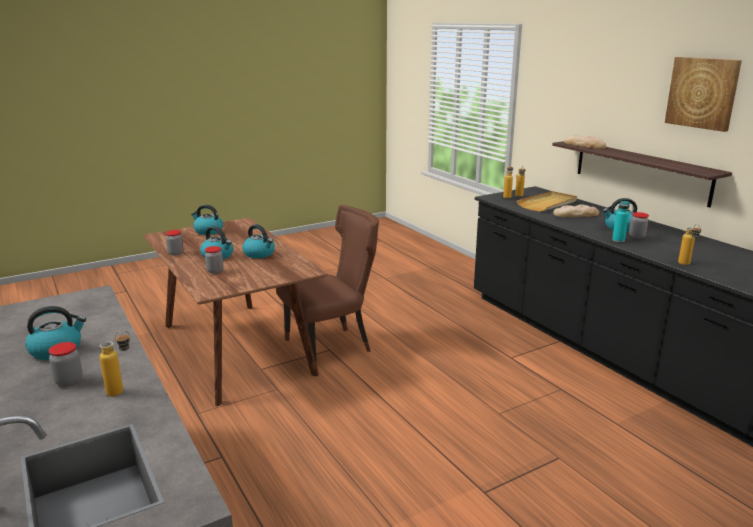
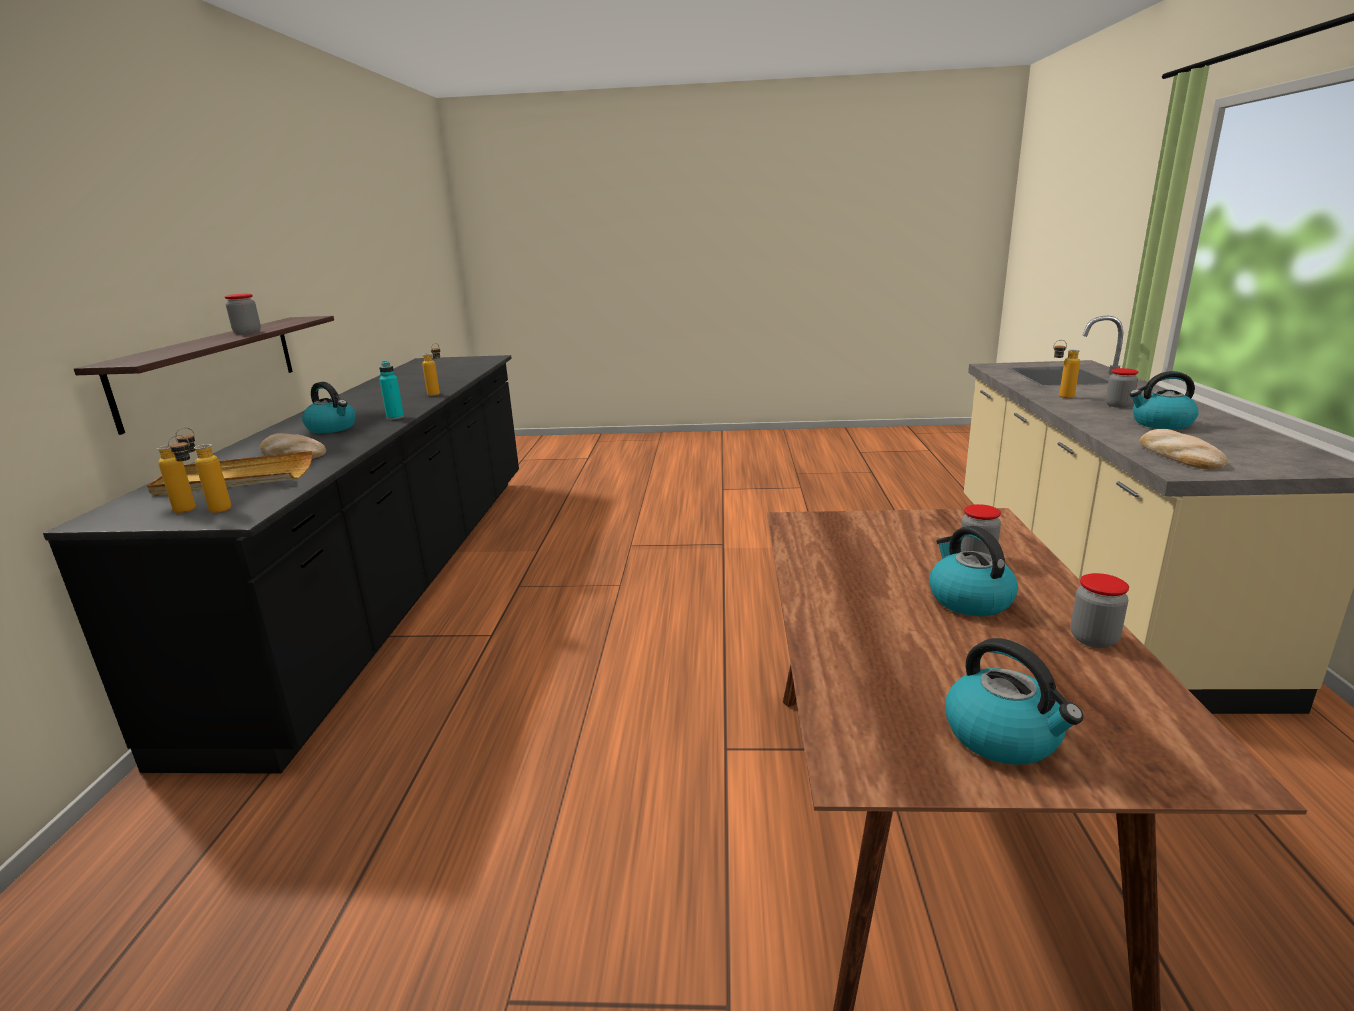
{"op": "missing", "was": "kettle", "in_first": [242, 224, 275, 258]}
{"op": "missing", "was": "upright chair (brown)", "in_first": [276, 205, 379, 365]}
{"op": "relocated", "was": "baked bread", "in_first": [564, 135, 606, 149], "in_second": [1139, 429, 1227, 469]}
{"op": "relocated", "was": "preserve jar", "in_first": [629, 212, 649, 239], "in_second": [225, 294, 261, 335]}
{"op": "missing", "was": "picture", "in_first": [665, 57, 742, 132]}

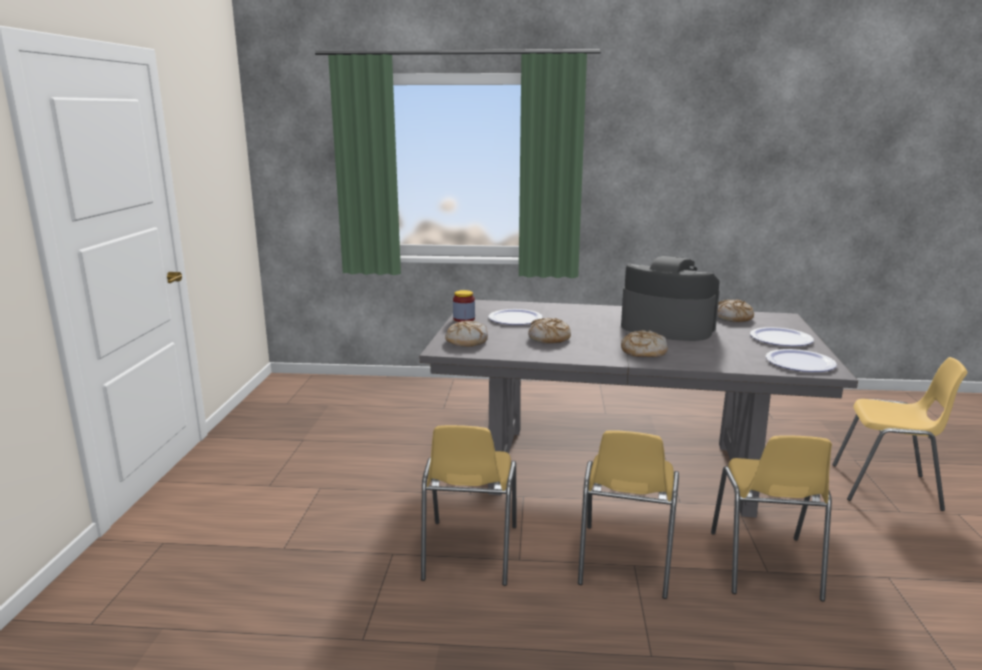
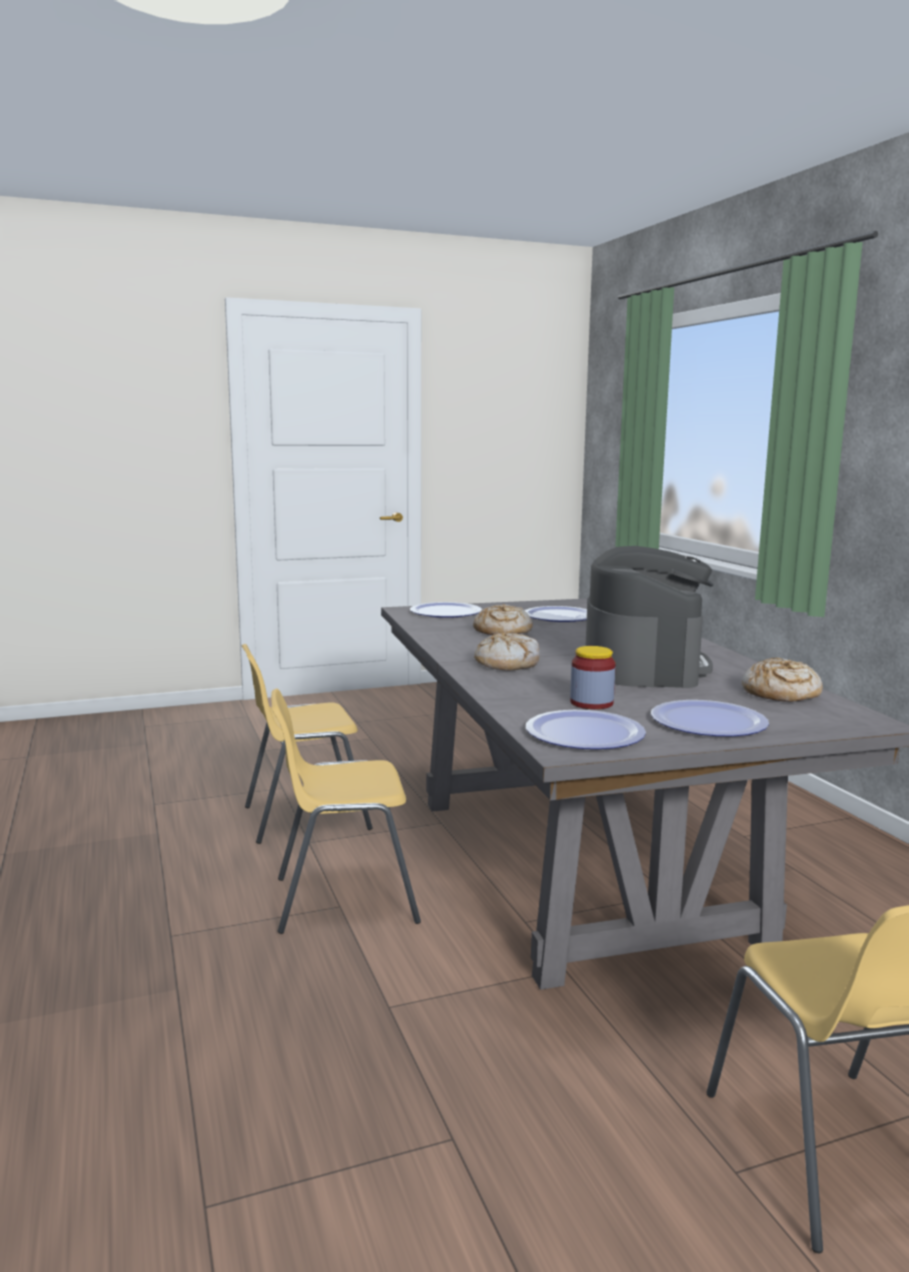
{"op": "exchanged", "was": "baked bread", "now": "flat dish", "in_first": [445, 321, 488, 347], "in_second": [410, 602, 482, 618]}
{"op": "relocated", "was": "preserve jar", "in_first": [453, 290, 475, 322], "in_second": [570, 646, 616, 709]}
{"op": "missing", "was": "upright chair (yellow-coloured)", "in_first": [711, 435, 832, 602]}

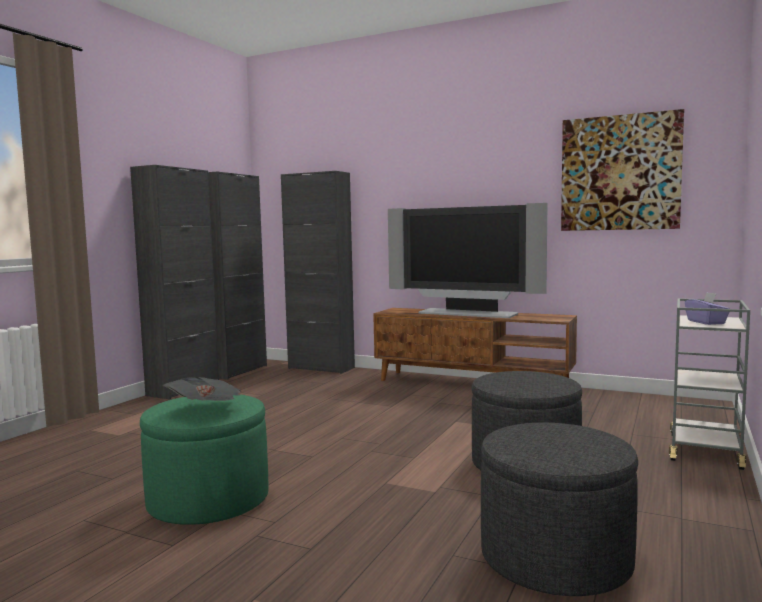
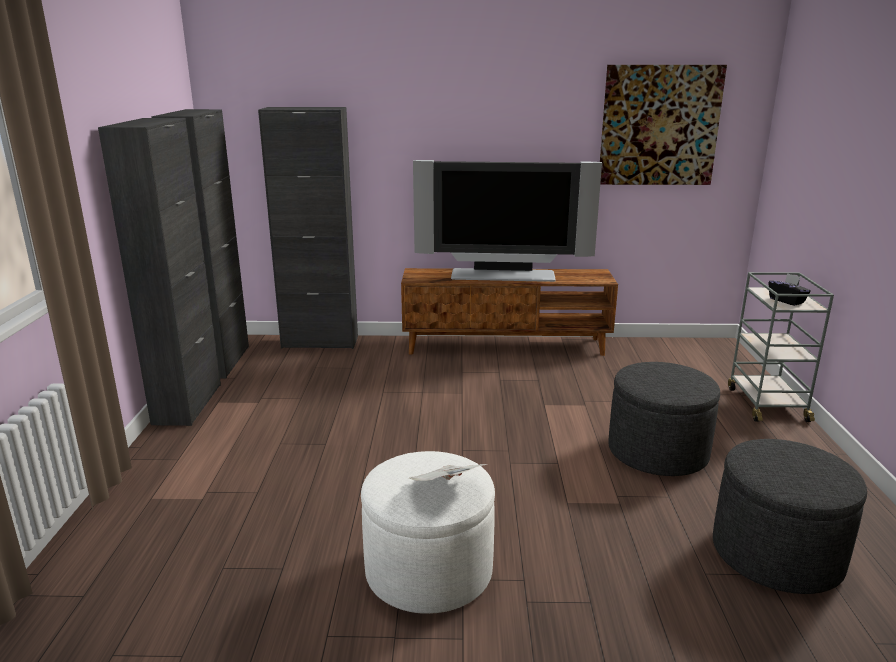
{"op": "colour", "was": "ottoman (green)", "now": "ottoman (whitish)", "in_first": [140, 394, 268, 525], "in_second": [361, 451, 495, 614]}
{"op": "colour", "was": "box of tissues (purple-coloured)", "now": "box of tissues (blackish)", "in_first": [685, 292, 729, 325], "in_second": [769, 273, 811, 306]}

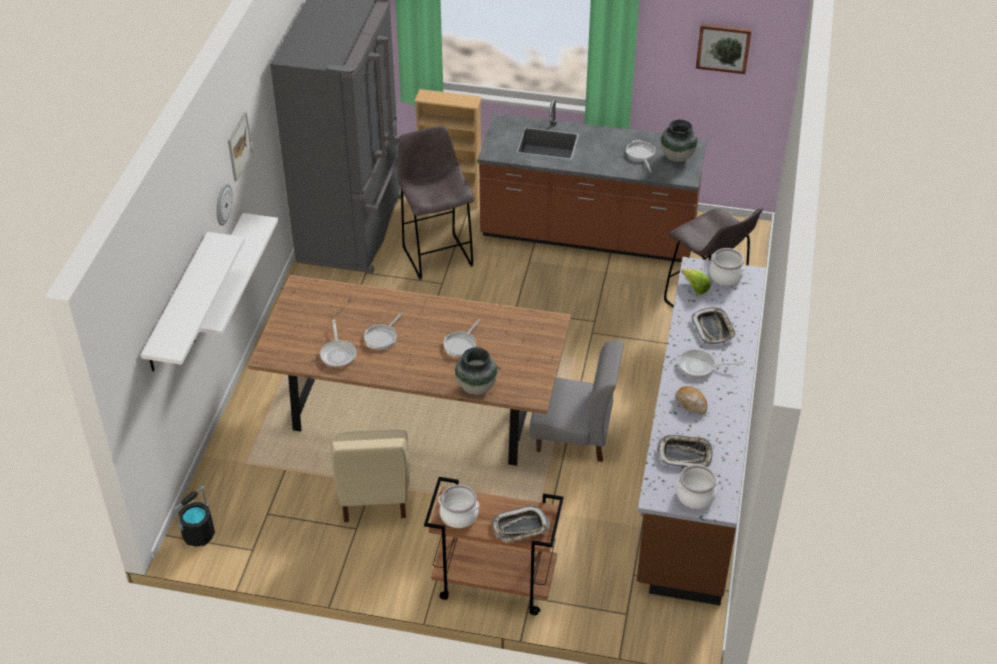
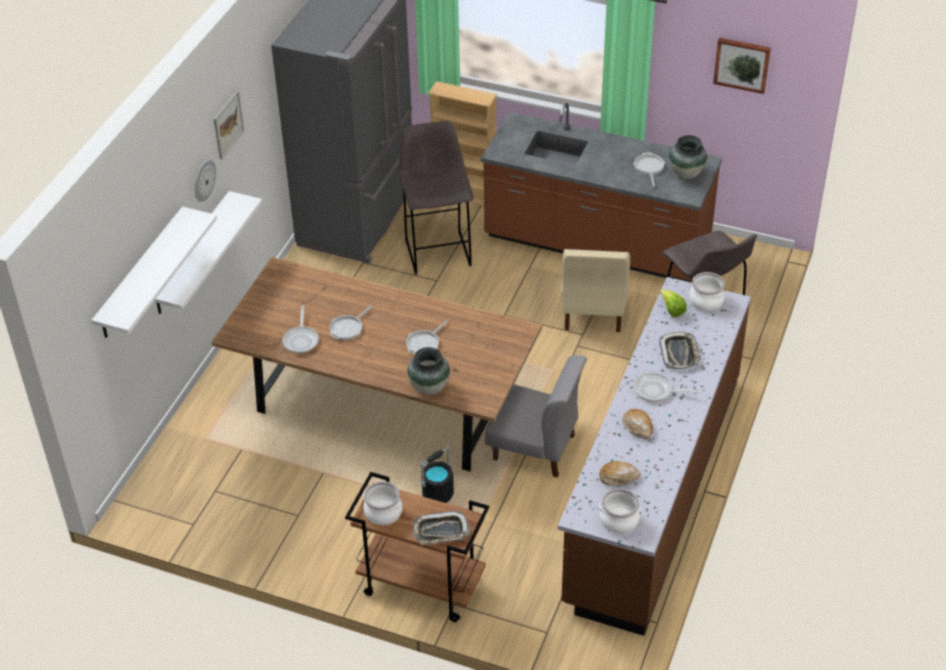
{"op": "relocated", "was": "water bucket (blackish)", "in_first": [174, 486, 215, 546], "in_second": [420, 446, 454, 503]}
{"op": "relocated", "was": "upright chair (beige-coloured)", "in_first": [331, 430, 410, 522], "in_second": [561, 249, 630, 332]}
{"op": "exchanged", "was": "serving tray", "now": "baked bread", "in_first": [657, 435, 713, 467], "in_second": [599, 461, 641, 486]}

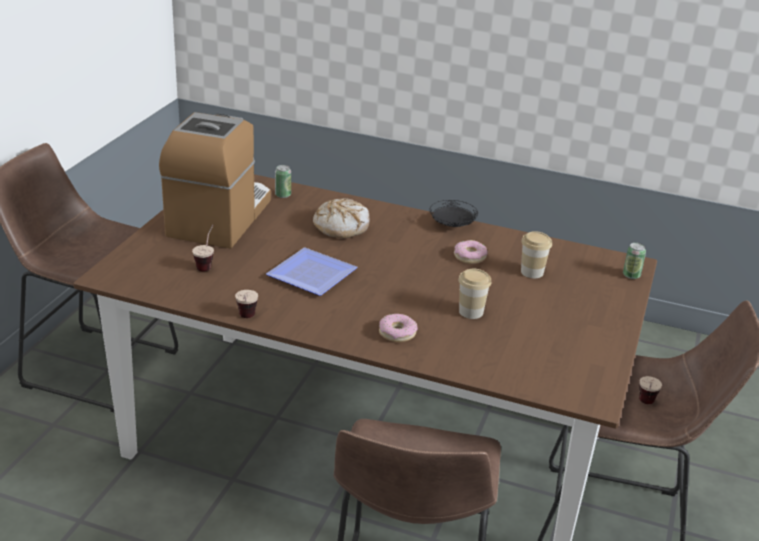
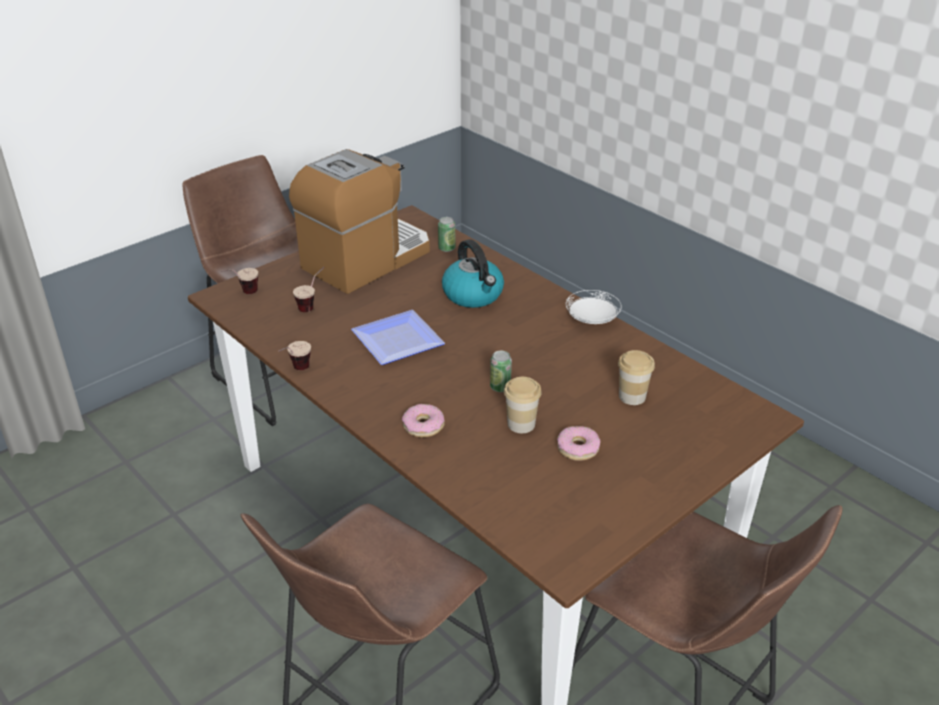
{"op": "exchanged", "was": "baked bread", "now": "kettle", "in_first": [313, 198, 369, 239], "in_second": [442, 239, 504, 308]}
{"op": "colour", "was": "flat dish (blackish)", "now": "flat dish (whitish)", "in_first": [430, 200, 478, 227], "in_second": [566, 290, 622, 324]}
{"op": "relocated", "was": "donut", "in_first": [454, 240, 487, 264], "in_second": [557, 426, 600, 461]}
{"op": "relocated", "was": "can", "in_first": [623, 243, 646, 279], "in_second": [490, 351, 512, 392]}
{"op": "relocated", "was": "small cup", "in_first": [639, 376, 662, 404], "in_second": [221, 268, 258, 294]}

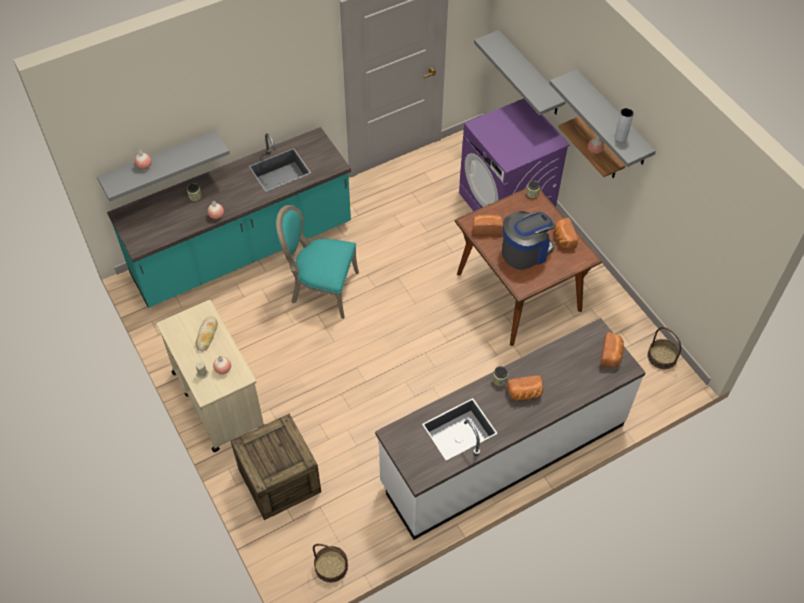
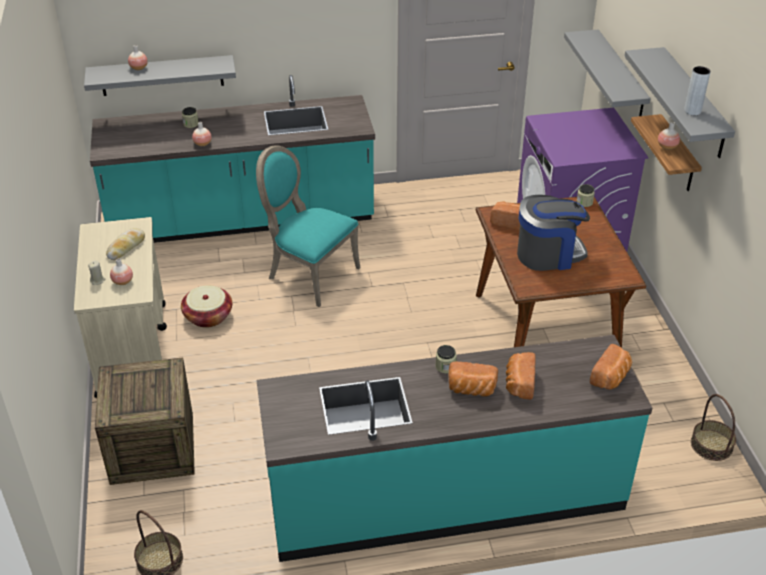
{"op": "colour", "was": "counter (whitish)", "now": "counter (blue-green)", "in_first": [375, 318, 646, 540], "in_second": [257, 335, 652, 562]}
{"op": "relocated", "was": "baked bread", "in_first": [554, 218, 578, 249], "in_second": [506, 352, 536, 400]}
{"op": "appeared", "now": "storage basket", "in_second": [181, 285, 232, 328]}

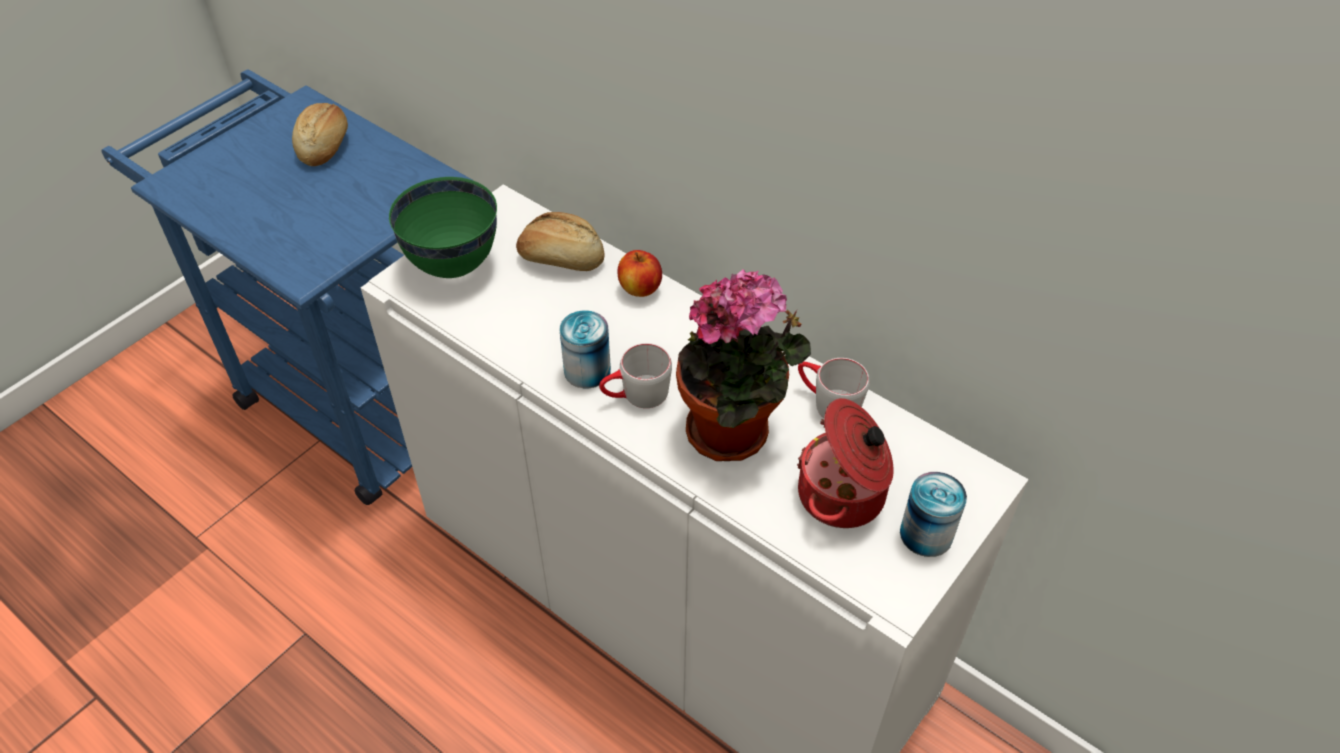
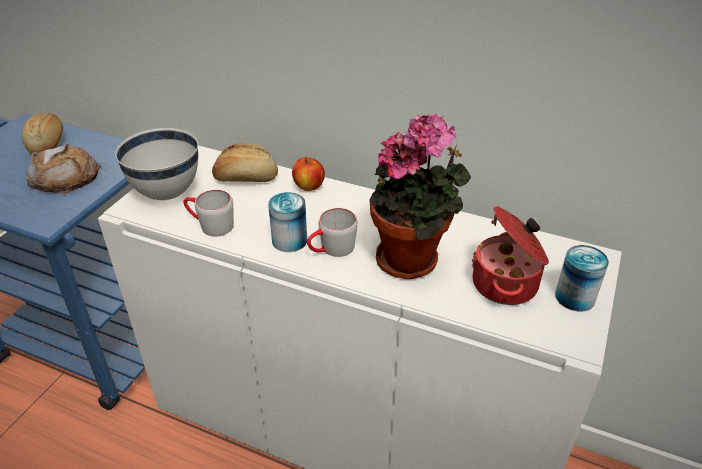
{"op": "colour", "was": "deep dish (green)", "now": "deep dish (whitish)", "in_first": [389, 177, 497, 278], "in_second": [115, 128, 198, 200]}
{"op": "relocated", "was": "mug (gray)", "in_first": [798, 358, 869, 419], "in_second": [183, 190, 234, 236]}
{"op": "appeared", "now": "baked bread", "in_second": [26, 144, 101, 194]}

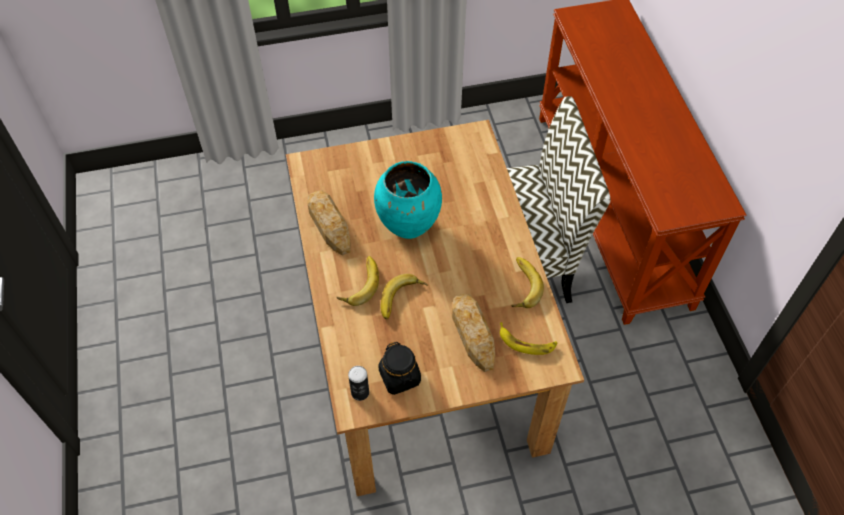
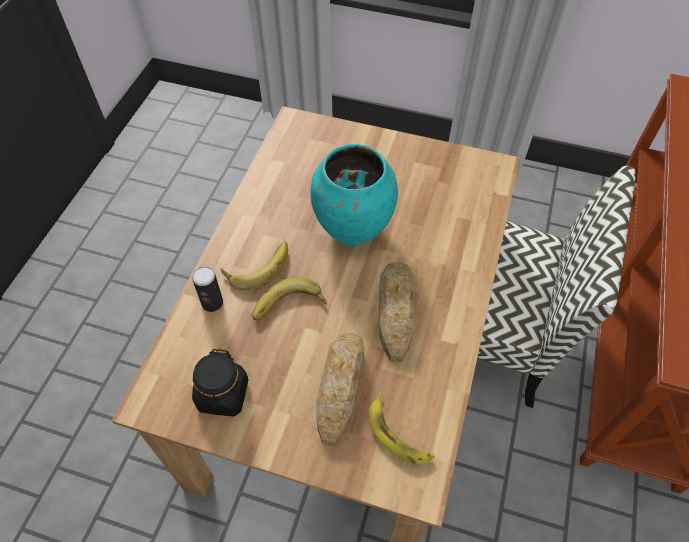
{"op": "relocated", "was": "baked bread", "in_first": [307, 190, 351, 255], "in_second": [379, 262, 415, 362]}
{"op": "relocated", "was": "can", "in_first": [348, 366, 369, 401], "in_second": [192, 267, 223, 312]}
{"op": "missing", "was": "whole banana", "in_first": [511, 257, 544, 308]}

